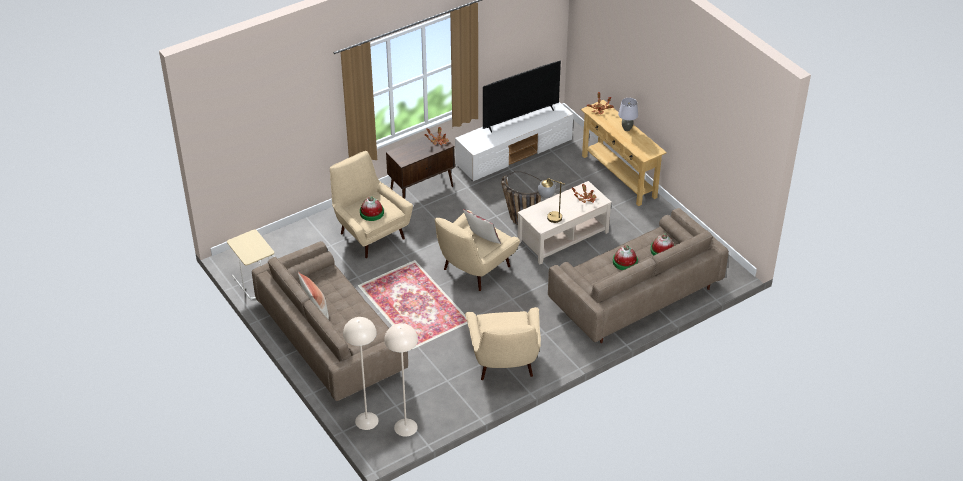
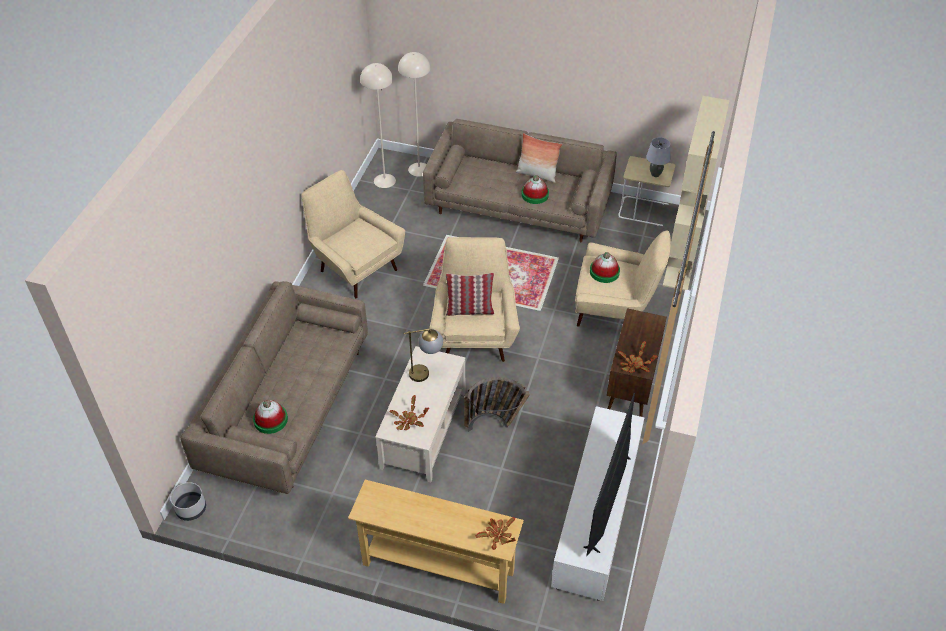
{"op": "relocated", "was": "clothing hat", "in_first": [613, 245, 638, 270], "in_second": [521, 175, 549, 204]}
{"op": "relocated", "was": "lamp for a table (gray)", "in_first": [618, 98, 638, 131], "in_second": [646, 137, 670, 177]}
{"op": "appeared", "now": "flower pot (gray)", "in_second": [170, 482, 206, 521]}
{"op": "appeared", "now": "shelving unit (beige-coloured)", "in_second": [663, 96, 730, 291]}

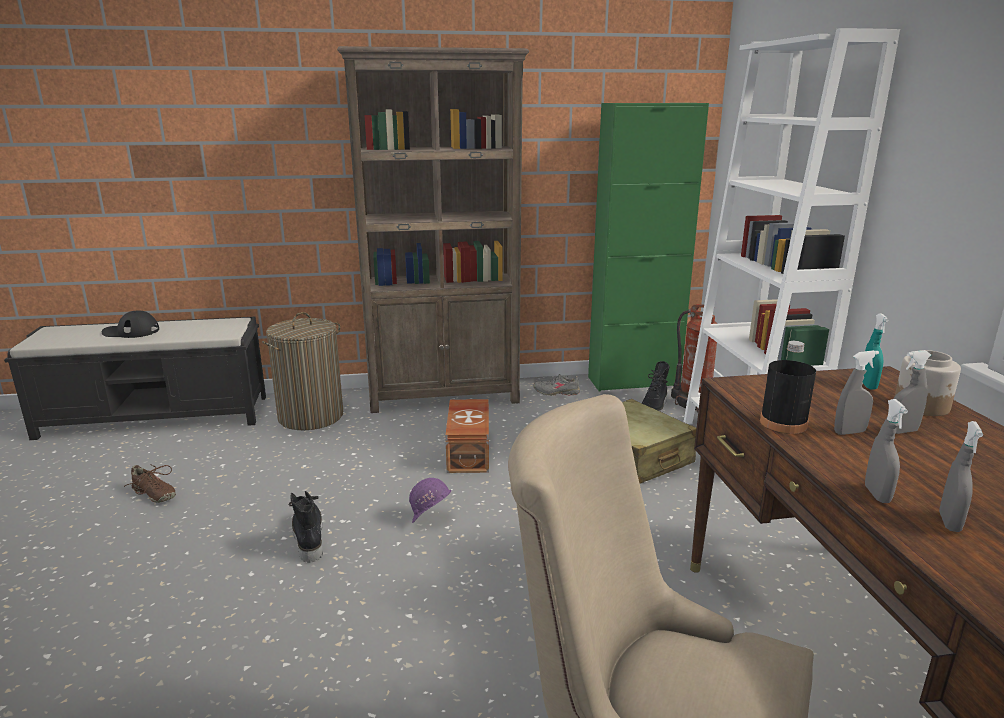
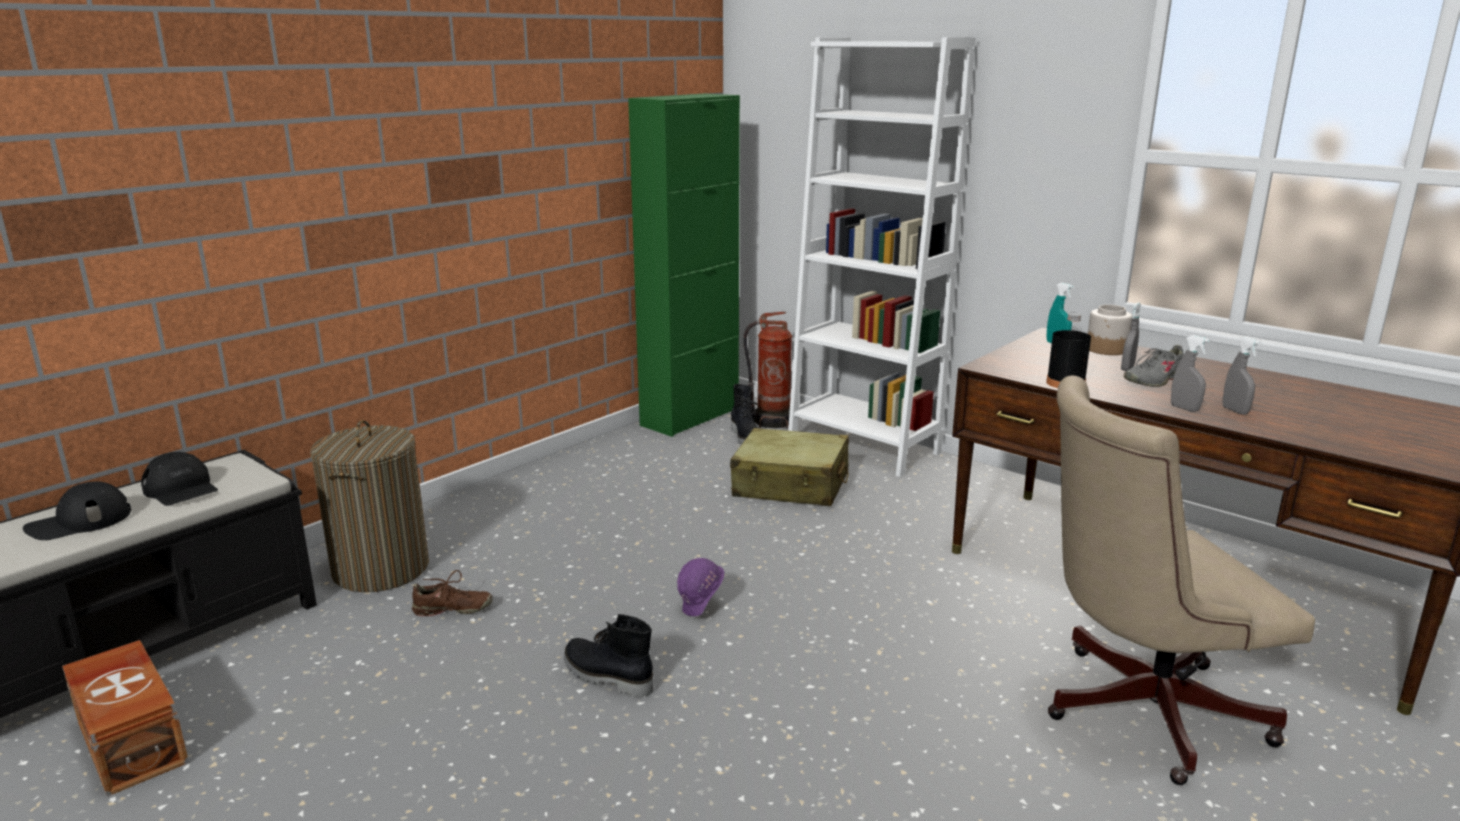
{"op": "relocated", "was": "shoe (brown)", "in_first": [124, 464, 176, 503], "in_second": [412, 570, 493, 616]}
{"op": "missing", "was": "shelving unit (brown)", "in_first": [337, 46, 529, 413]}
{"op": "relocated", "was": "storage container (brown)", "in_first": [445, 399, 489, 473], "in_second": [62, 640, 189, 797]}
{"op": "relocated", "was": "shoe (gray)", "in_first": [533, 374, 580, 396], "in_second": [1124, 345, 1183, 387]}
{"op": "missing", "was": "hand sprayer (gray)", "in_first": [834, 350, 879, 435]}
{"op": "appeared", "now": "cap (blackish)", "in_second": [141, 452, 218, 506]}

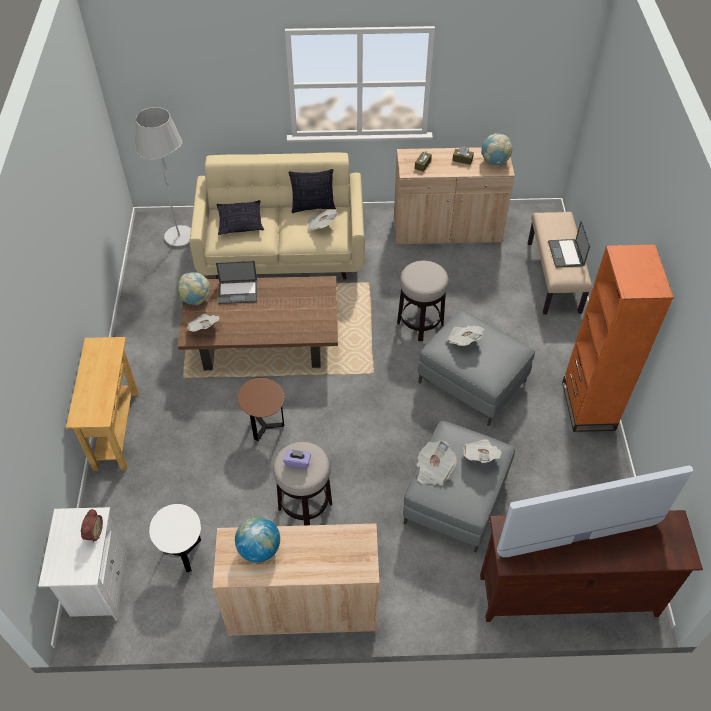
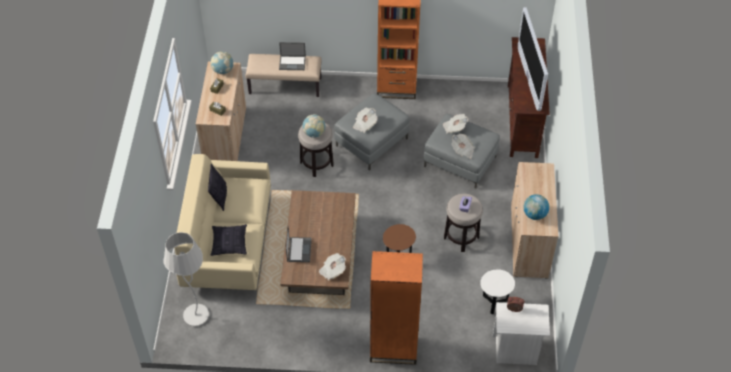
{"op": "exchanged", "was": "hall table (beige-coloured)", "now": "shelving unit (orange)", "in_first": [66, 337, 139, 471], "in_second": [370, 251, 423, 365]}
{"op": "relocated", "was": "world globe", "in_first": [177, 272, 210, 305], "in_second": [302, 114, 325, 138]}
{"op": "missing", "was": "newspaper", "in_first": [307, 209, 338, 230]}

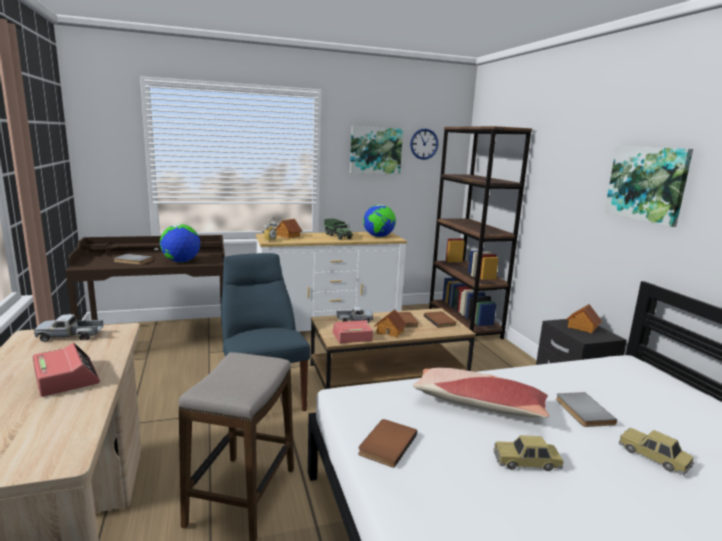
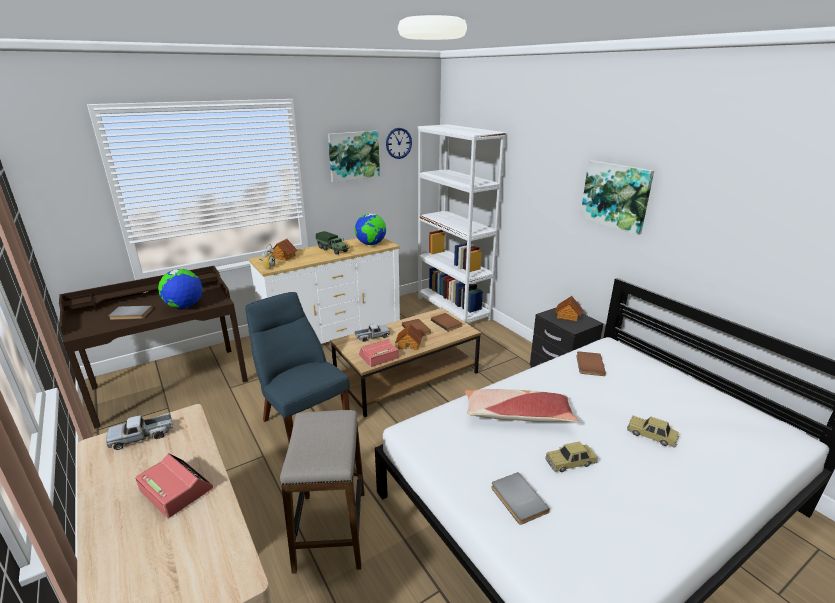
{"op": "relocated", "was": "bound book (brown)", "in_first": [358, 419, 417, 468], "in_second": [576, 351, 606, 376]}
{"op": "colour", "was": "shelving unit (brown)", "now": "shelving unit (whitish)", "in_first": [429, 126, 532, 342], "in_second": [418, 124, 506, 324]}
{"op": "relocated", "was": "bound book (gray)", "in_first": [556, 392, 617, 427], "in_second": [491, 472, 550, 525]}

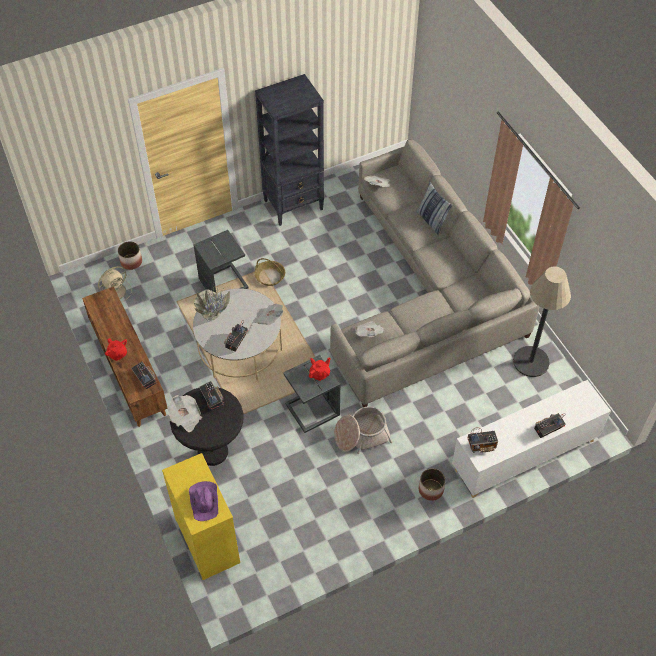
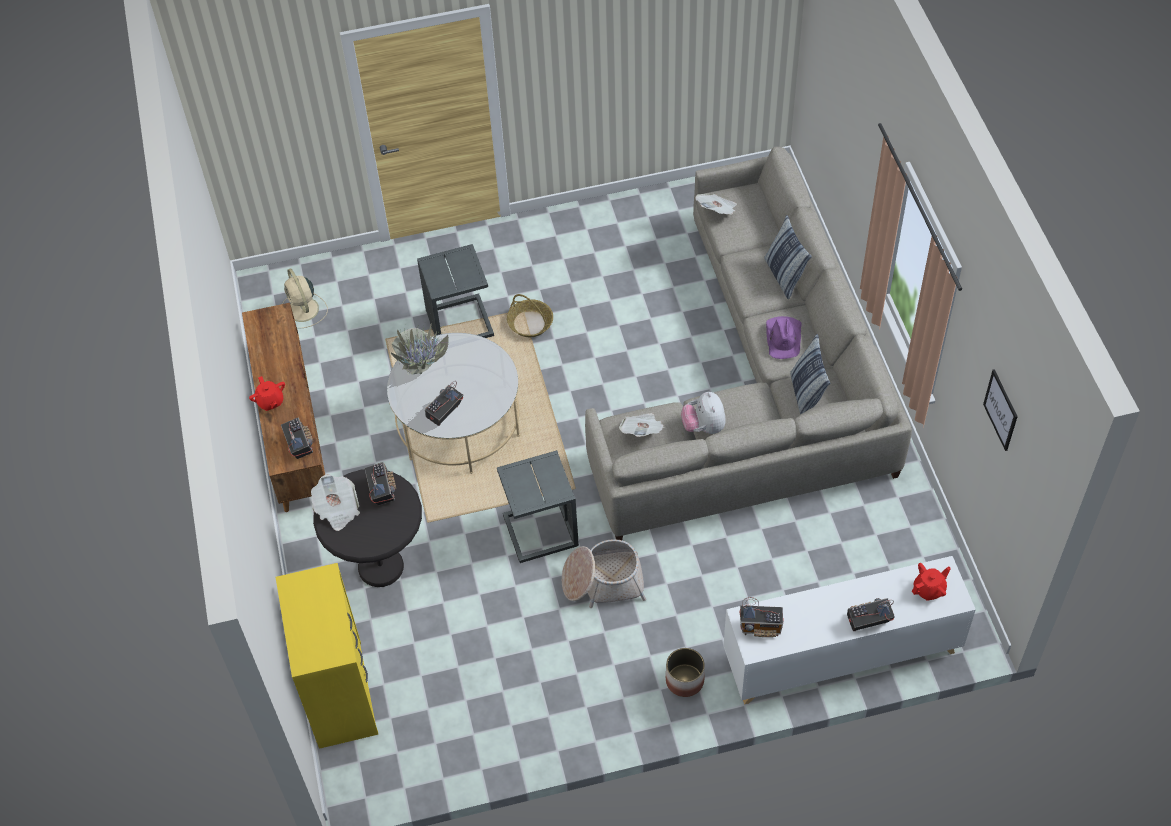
{"op": "spun", "was": "cooling fan (beige-coloured)", "in_first": [98, 266, 132, 302], "in_second": [282, 268, 328, 328], "clockwise": 90}
{"op": "missing", "was": "flower pot", "in_first": [118, 241, 142, 270]}
{"op": "relocated", "was": "clothing hat (purple-coloured)", "in_first": [189, 481, 218, 521], "in_second": [766, 316, 801, 359]}
{"op": "missing", "was": "shelving unit (blackish)", "in_first": [255, 74, 324, 226]}
{"op": "missing", "was": "newspaper", "in_first": [255, 303, 283, 325]}
{"op": "relocated", "was": "pot for tea (red-coloured)", "in_first": [309, 357, 331, 381], "in_second": [912, 563, 951, 601]}
{"op": "missing", "was": "floor lamp", "in_first": [513, 266, 571, 377]}
{"op": "appeared", "now": "soft toy", "in_second": [681, 392, 726, 434]}
{"op": "appeared", "now": "pillow", "in_second": [790, 334, 830, 414]}
{"op": "appeared", "now": "picture", "in_second": [983, 369, 1018, 451]}

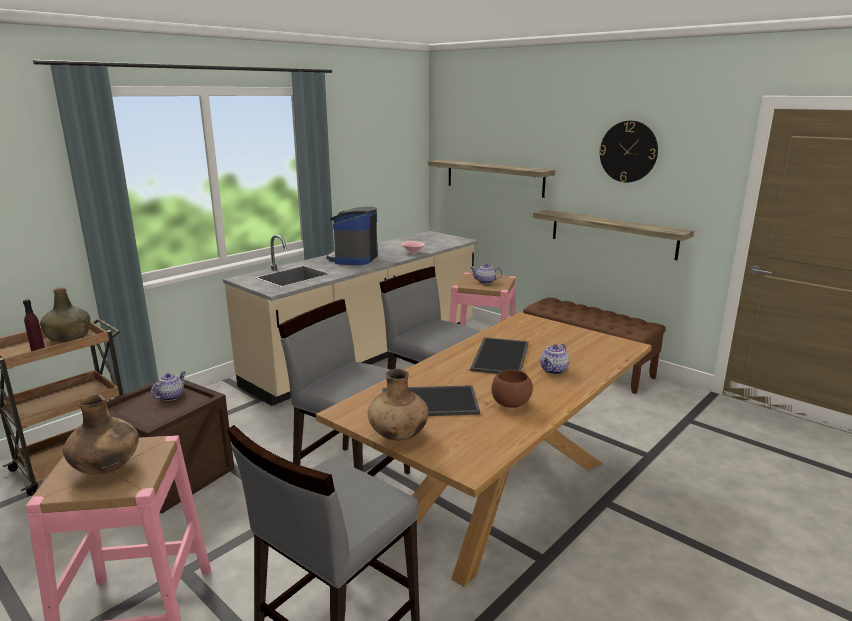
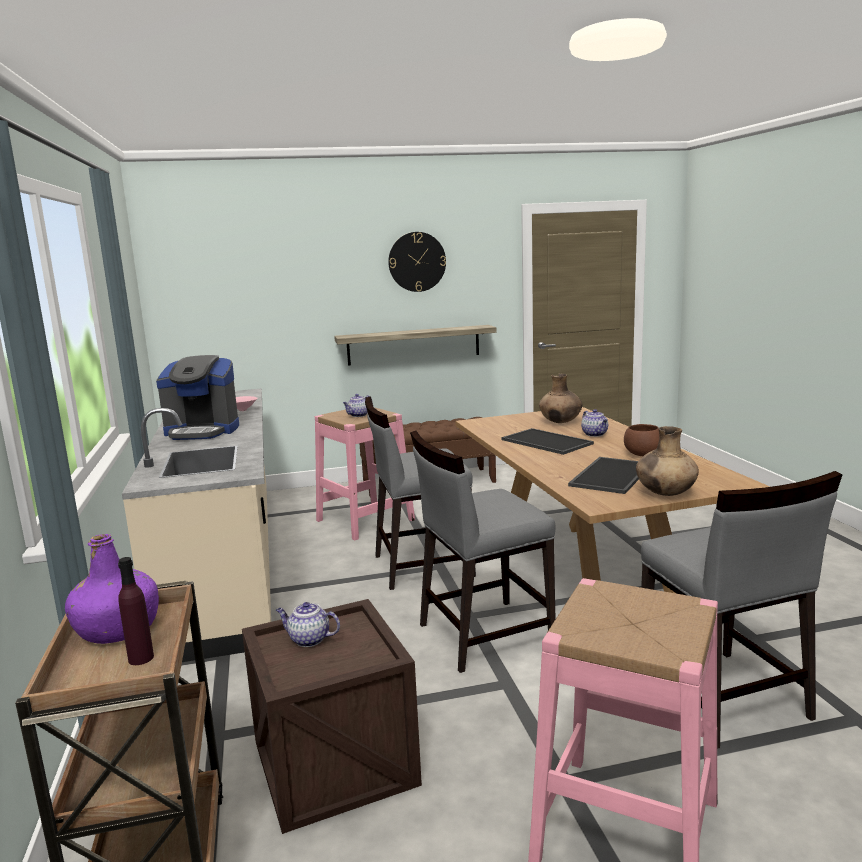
{"op": "colour", "was": "drink bottle (green)", "now": "drink bottle (purple-coloured)", "in_first": [40, 288, 90, 342], "in_second": [65, 534, 159, 644]}
{"op": "relocated", "was": "vase (brown)", "in_first": [63, 394, 139, 475], "in_second": [539, 374, 582, 423]}
{"op": "spun", "was": "pot for tea", "in_first": [151, 371, 186, 401], "in_second": [276, 602, 340, 647], "clockwise": -45}
{"op": "spun", "was": "coffee machine", "in_first": [326, 207, 378, 265], "in_second": [156, 355, 239, 440], "clockwise": -45}
{"op": "missing", "was": "bracket shelf", "in_first": [428, 160, 555, 198]}

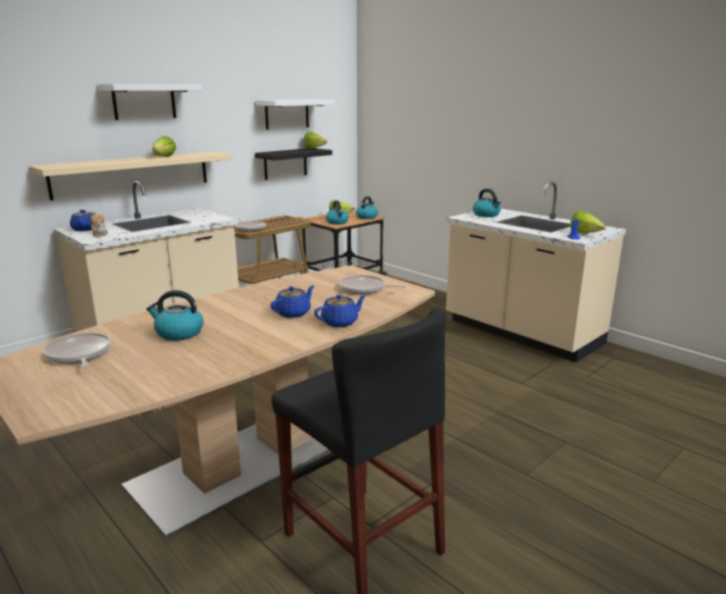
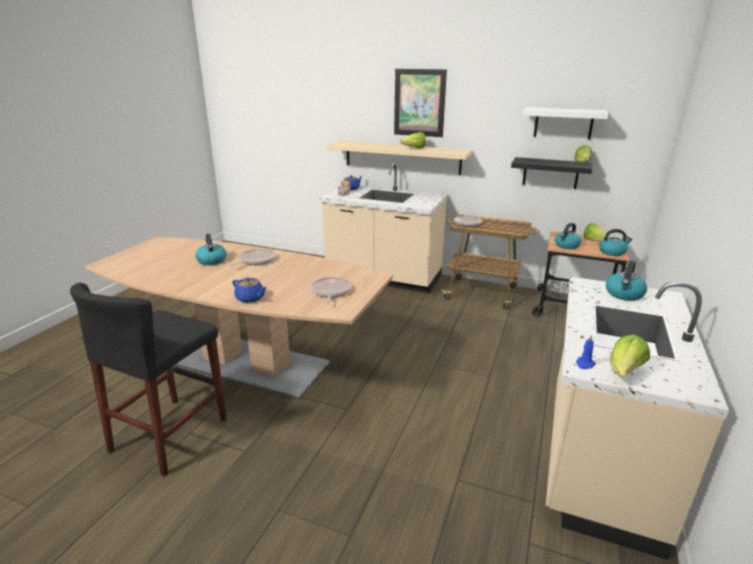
{"op": "relocated", "was": "frying pan", "in_first": [44, 333, 111, 368], "in_second": [230, 249, 276, 266]}
{"op": "exchanged", "was": "bracket shelf (whitish)", "now": "picture", "in_first": [97, 84, 202, 120], "in_second": [394, 69, 447, 137]}
{"op": "missing", "was": "pot for tea (bluish)", "in_first": [271, 285, 315, 318]}

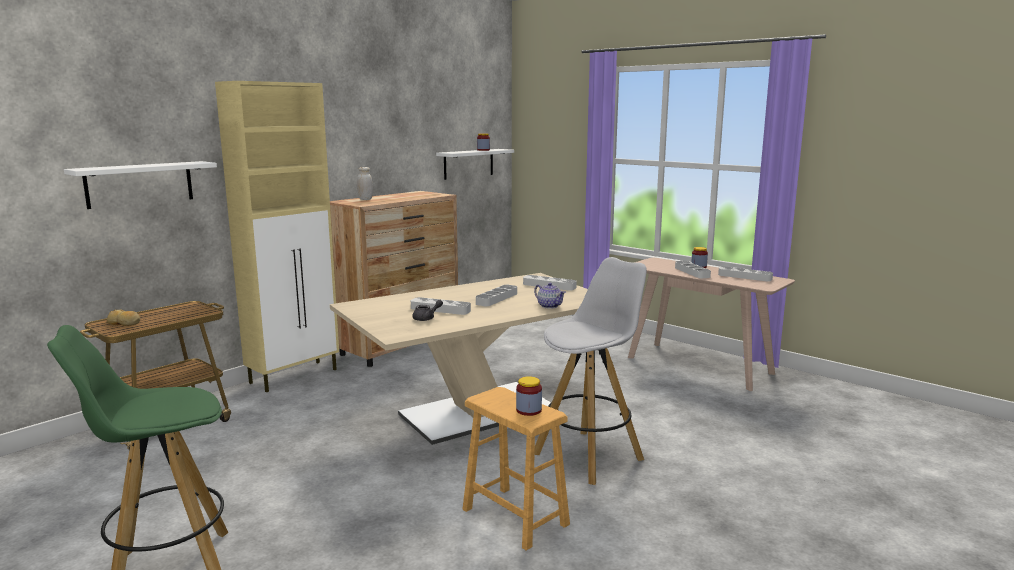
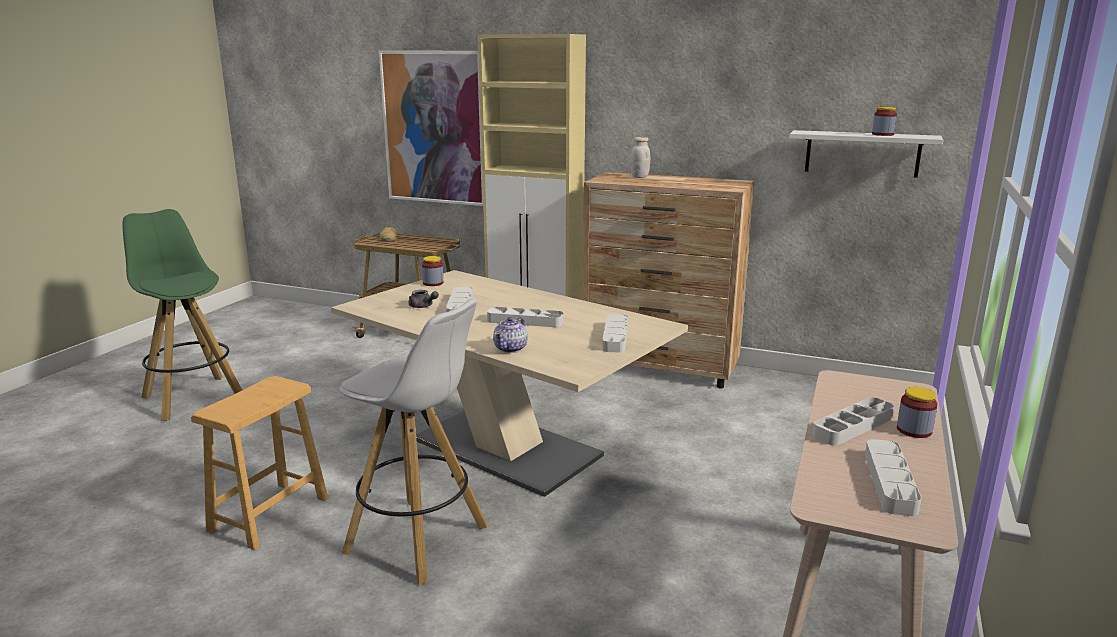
{"op": "exchanged", "was": "bracket shelf (whitish)", "now": "picture", "in_first": [64, 161, 217, 209], "in_second": [379, 50, 483, 206]}
{"op": "relocated", "was": "preserve jar", "in_first": [516, 376, 542, 416], "in_second": [422, 256, 443, 286]}

